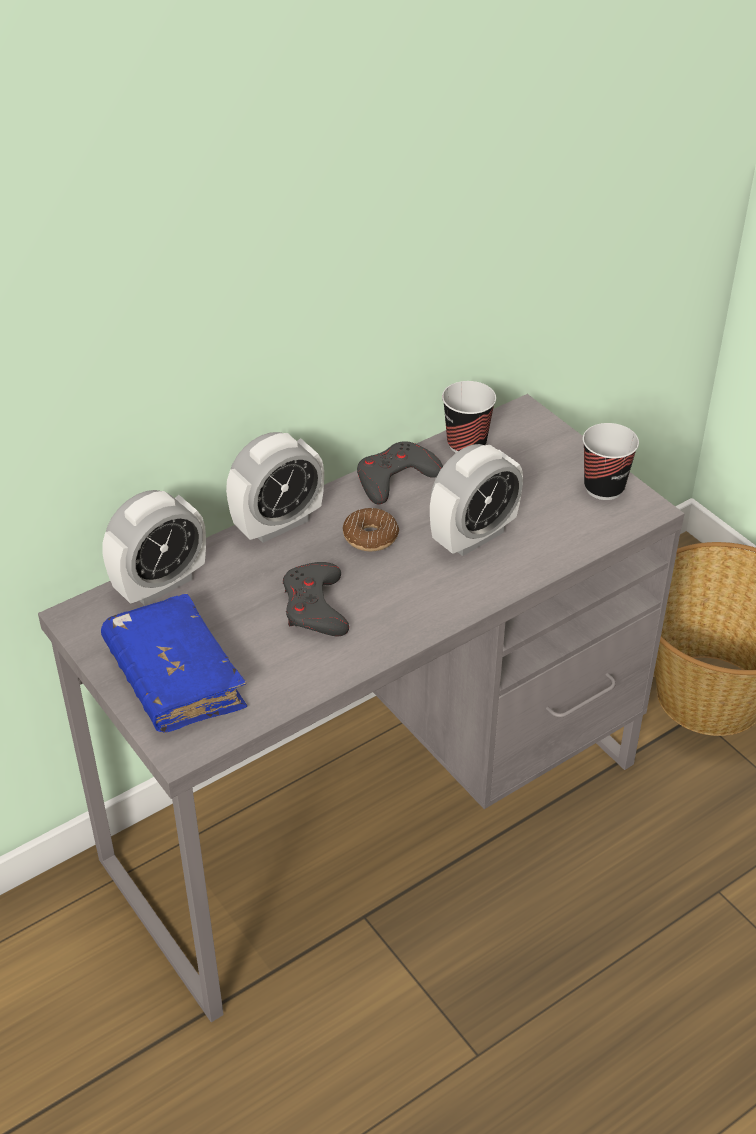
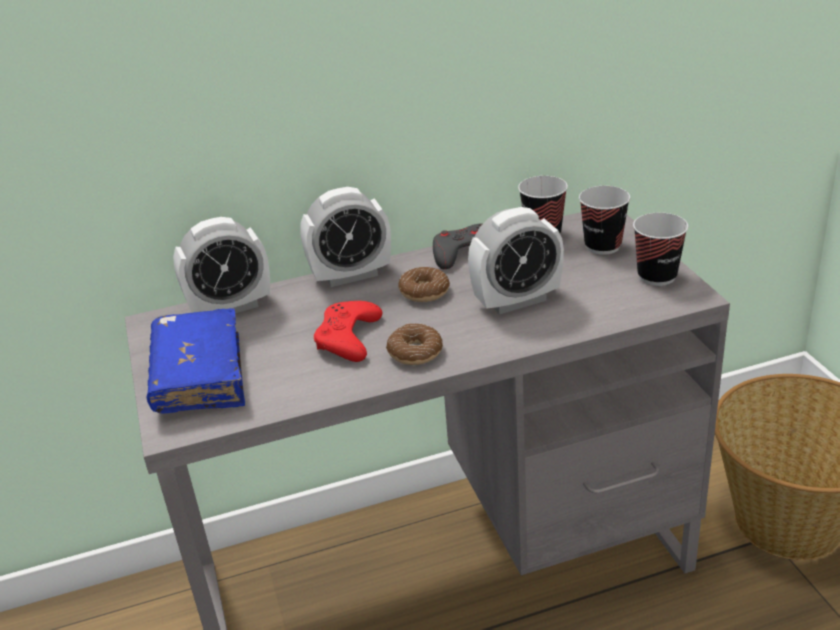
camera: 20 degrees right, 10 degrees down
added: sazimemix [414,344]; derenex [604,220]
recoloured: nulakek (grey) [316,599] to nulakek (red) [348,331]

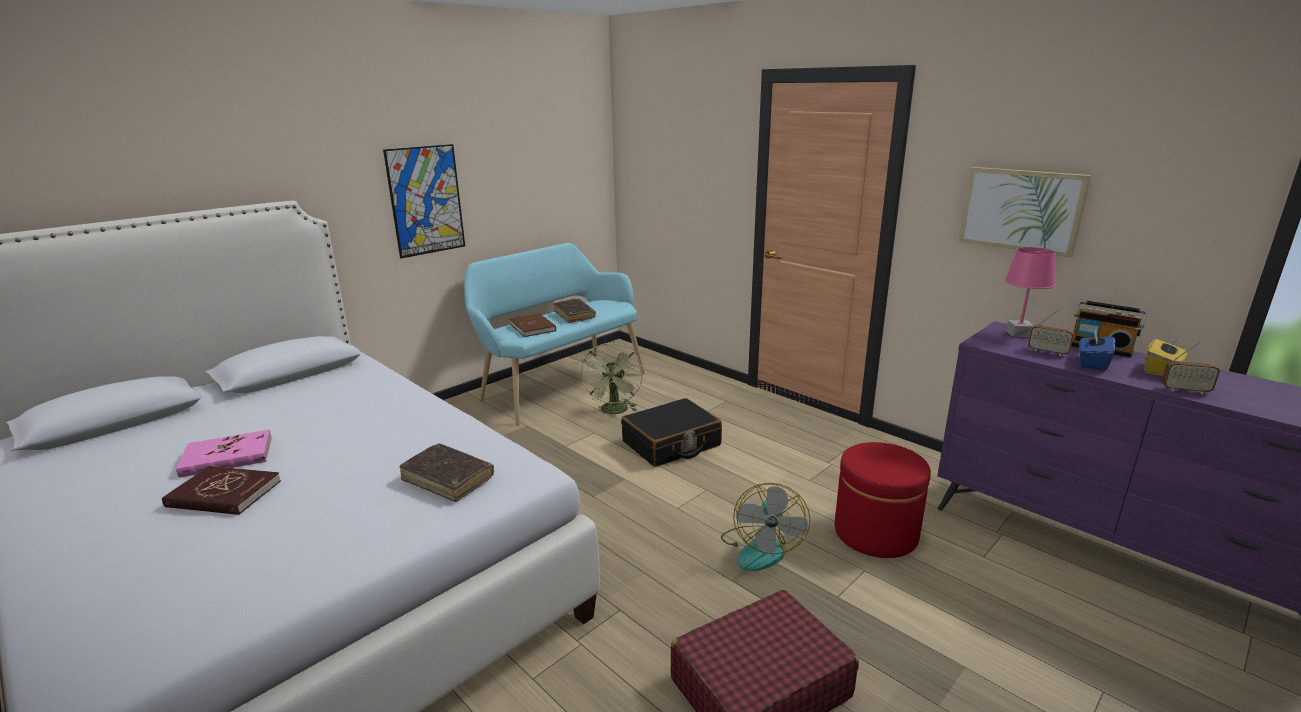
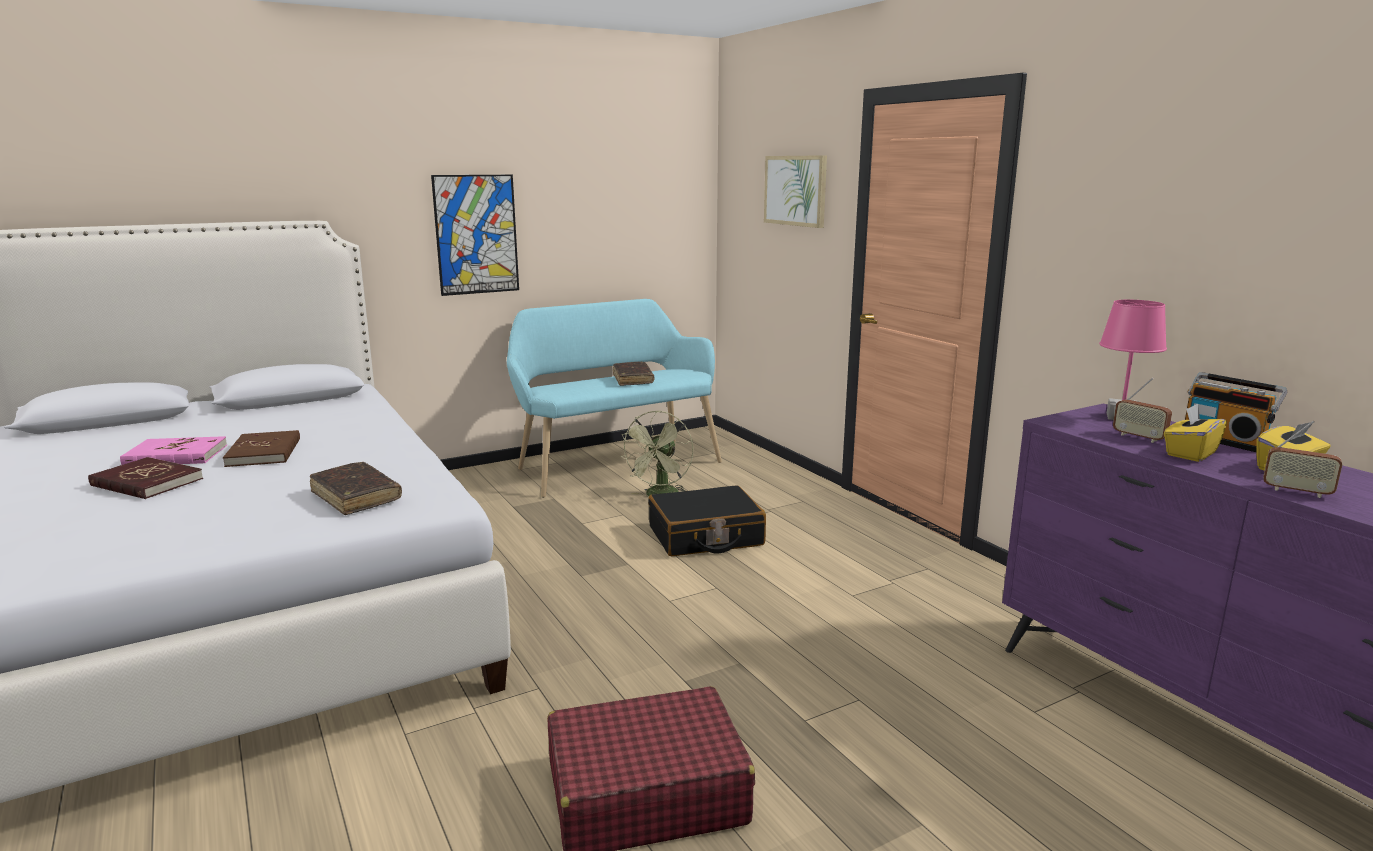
camera: 15 degrees right, 5 degrees down
removed: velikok [765,527]; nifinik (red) [883,500]
moved: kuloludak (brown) [532,325] to [261,448]; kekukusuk [1025,212] to [795,191]
recoloured: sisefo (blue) [1097,350] to sisefo (yellow) [1195,433]

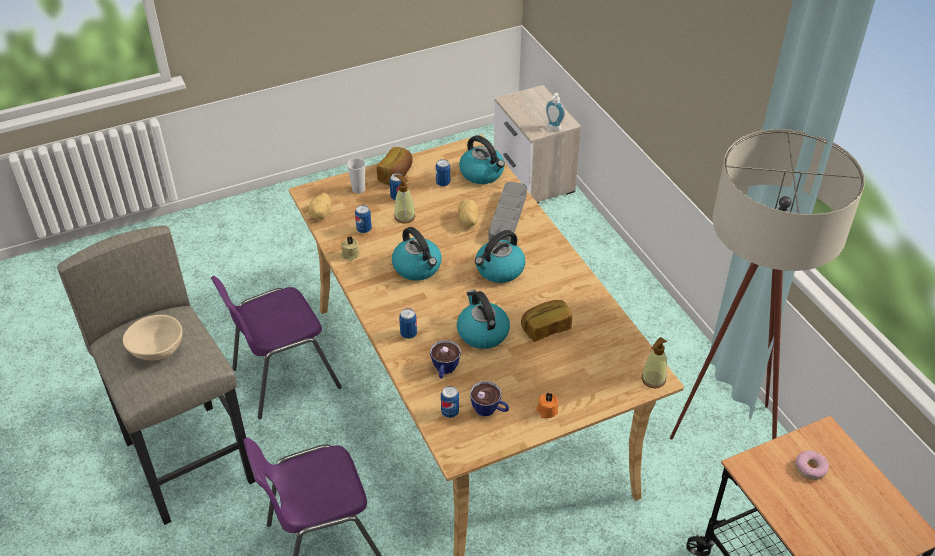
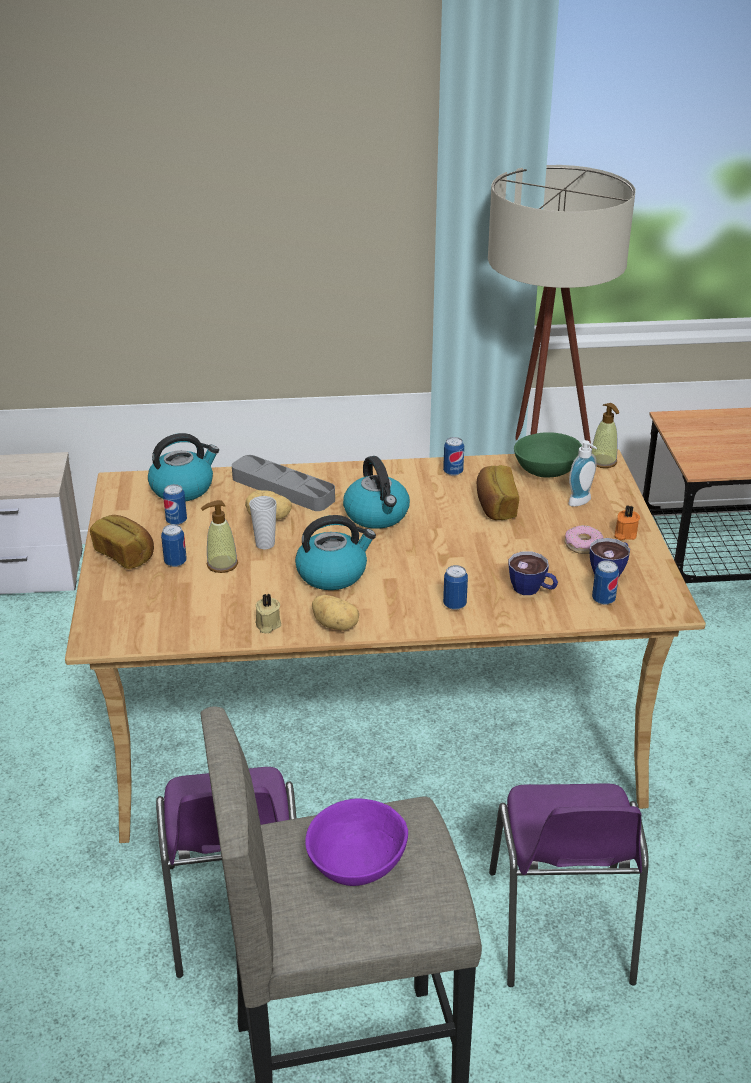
camera: 70 degrees left, 10 degrees down
removed: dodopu [483,319]
added: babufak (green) [548,455]
moved: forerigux [319,206] to [335,612]; derenex [356,176] to [263,522]; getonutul [363,219] to [453,456]; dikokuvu [555,112] to [583,473]; sazimemix [812,465] to [583,539]
recoloured: babufak (beige) [153,338] to babufak (purple) [356,842]

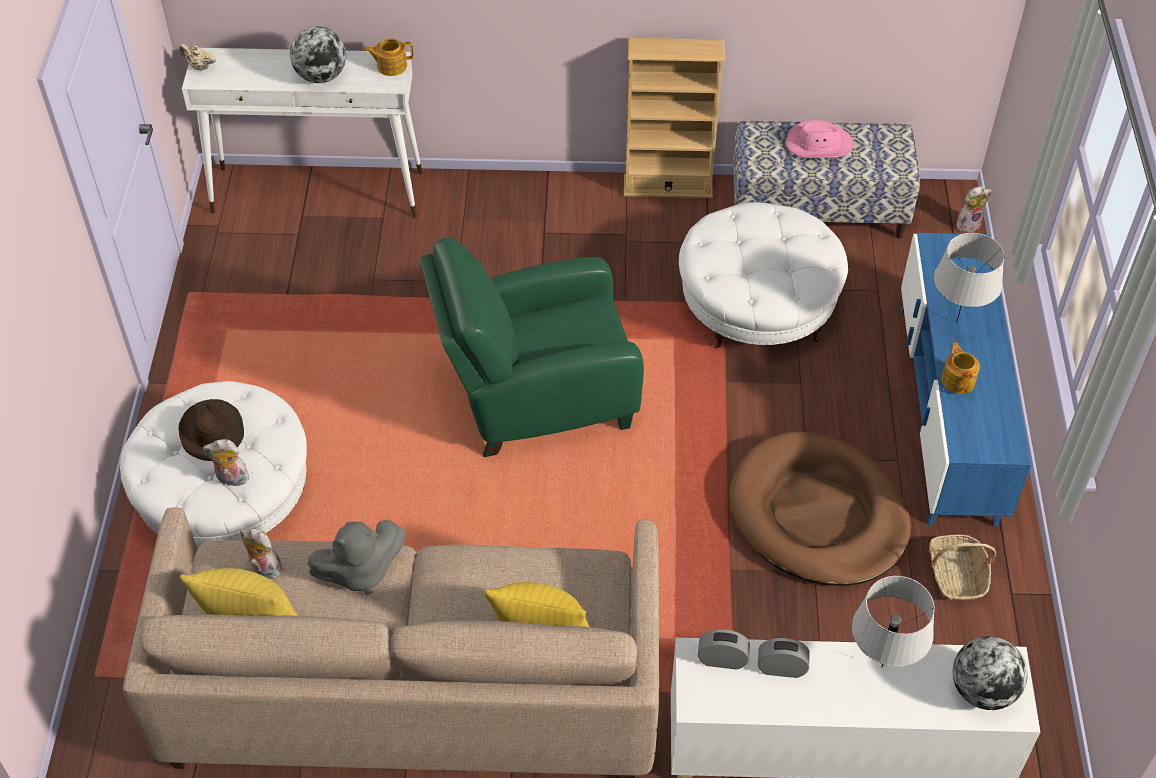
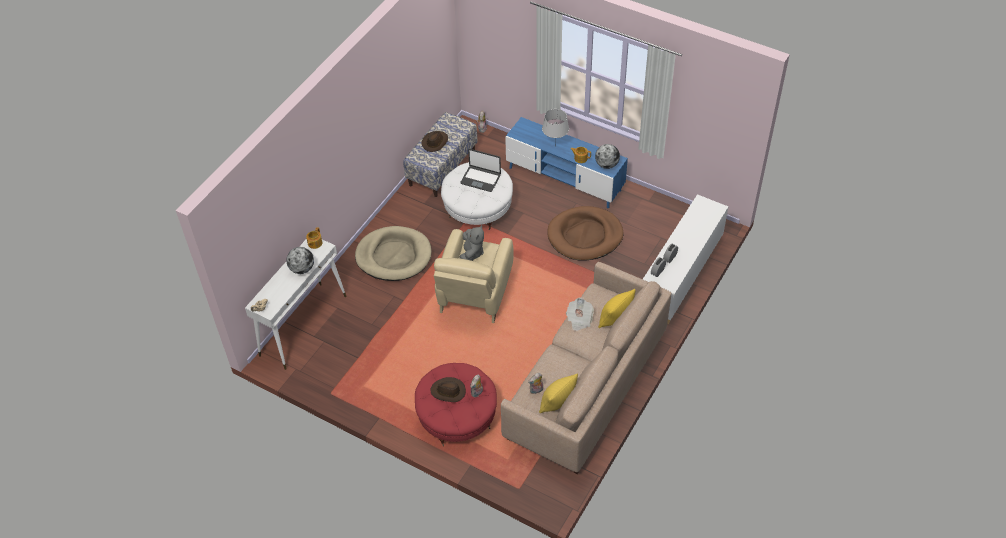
camera: 60 degrees left, 0 degrees up
removed: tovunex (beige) [674,118]; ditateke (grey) [893,621]; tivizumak [962,567]
added: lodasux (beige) [393,253]; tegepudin [480,170]; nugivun [580,314]
moved: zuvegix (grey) [356,557] to [471,243]; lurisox [990,673] to [607,156]
recoloured: nifinik (white) [213,465] to nifinik (red) [456,404]; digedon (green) [532,347] to digedon (beige) [474,276]; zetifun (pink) [820,139] to zetifun (brown) [434,141]

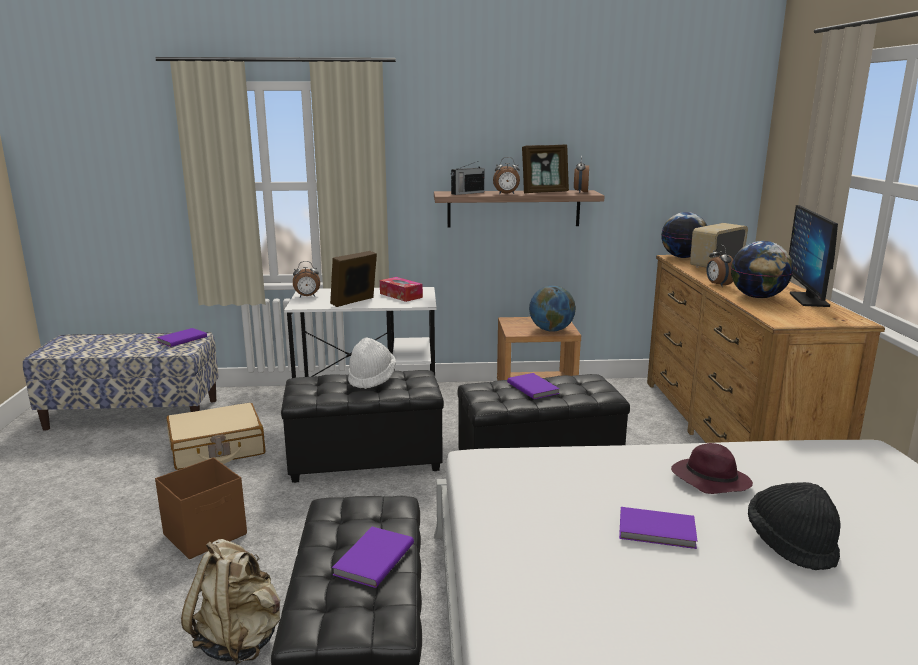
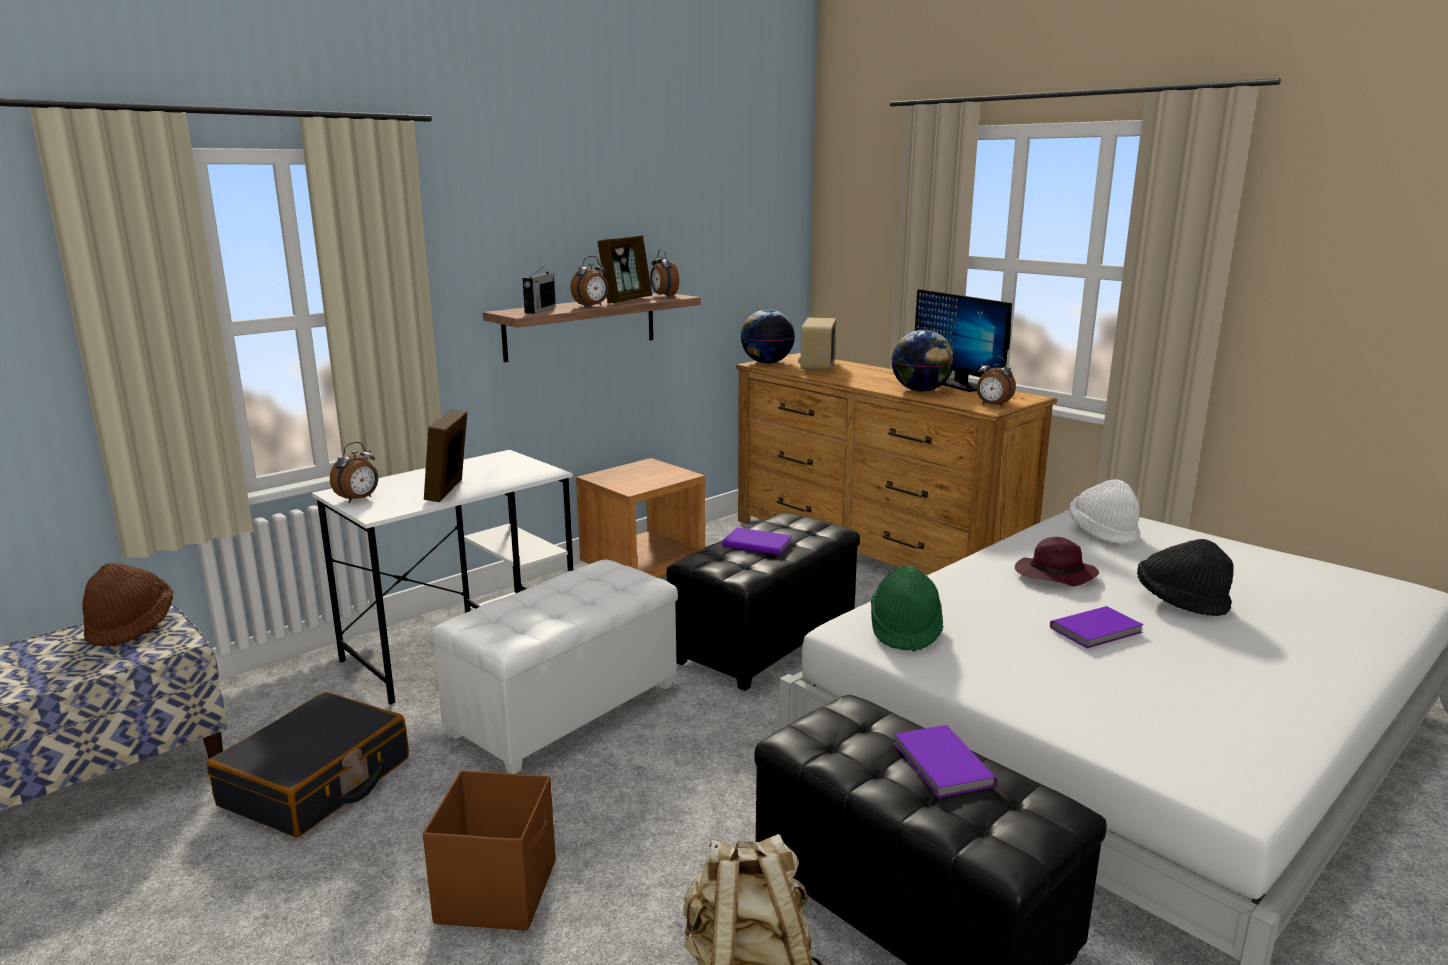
camera: 40 degrees left, 0 degrees up
removed: sisefo [401,289]; lurisox [552,308]
added: zetifun (green) [907,608]
moved: zetifun (white) [372,363] to [1105,512]; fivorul [720,266] to [996,381]
replaced: kuloludak (purple) [181,337] to zetifun (brown) [127,605]
recoloured: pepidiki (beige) [216,436] to pepidiki (black) [308,765]; nifinik (black) [362,426] to nifinik (white) [554,666]

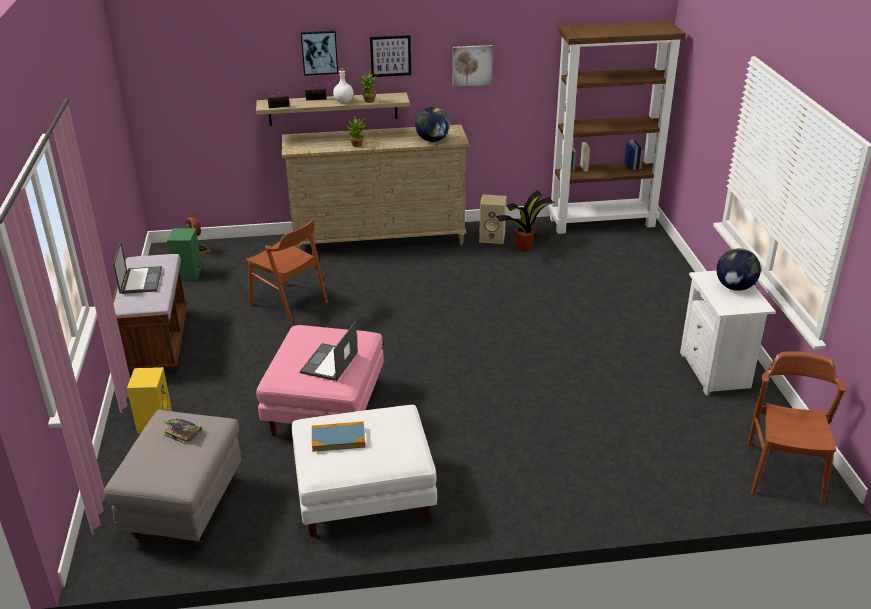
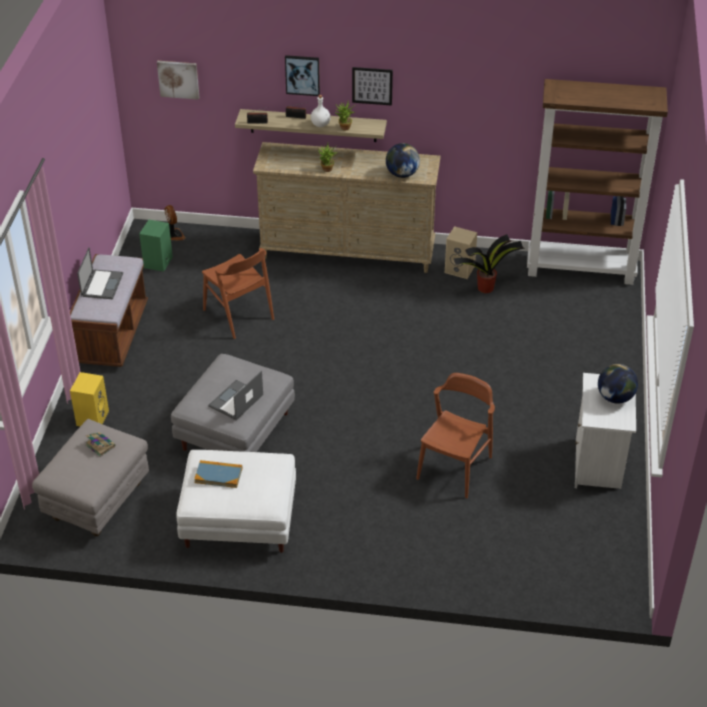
camera: 15 degrees right, 10 degrees up
moved: kekukusuk [473,66] to [178,80]; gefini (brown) [797,428] to [455,435]
recoloured: nifinik (pink) [320,380] to nifinik (grey) [233,403]

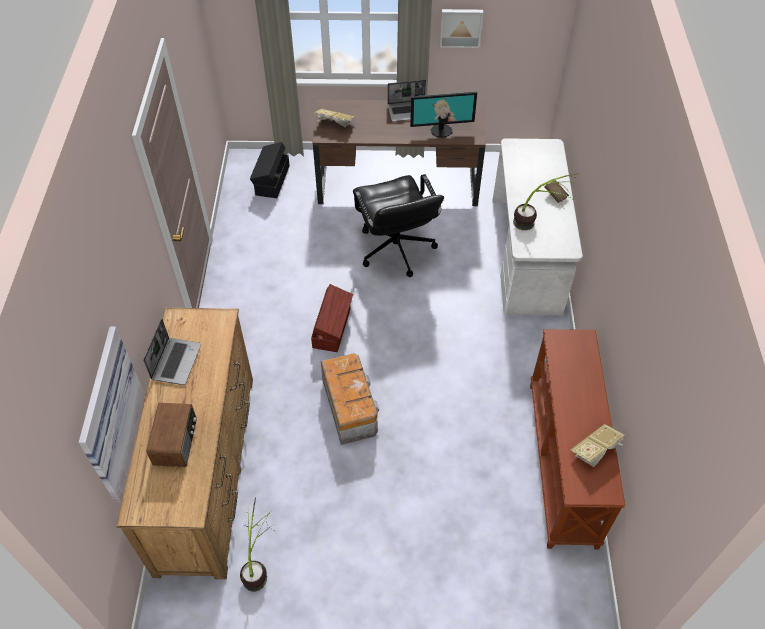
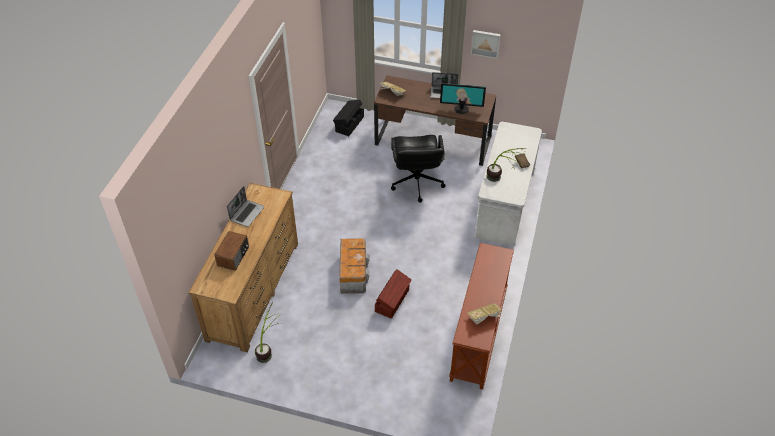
camera: 15 degrees right, 5 degrees down
removed: kekukusuk [112,414]
moved: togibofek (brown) [332,318] to [393,294]

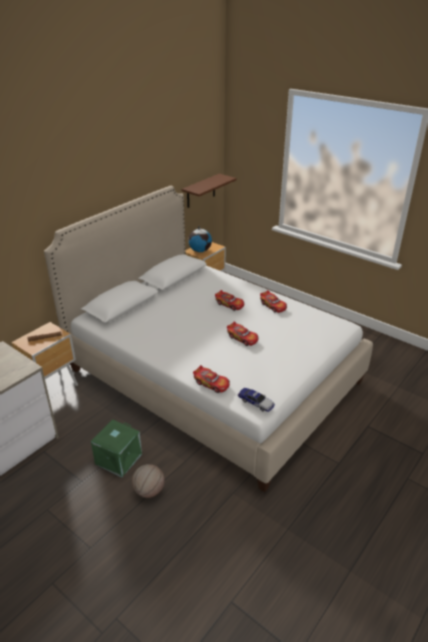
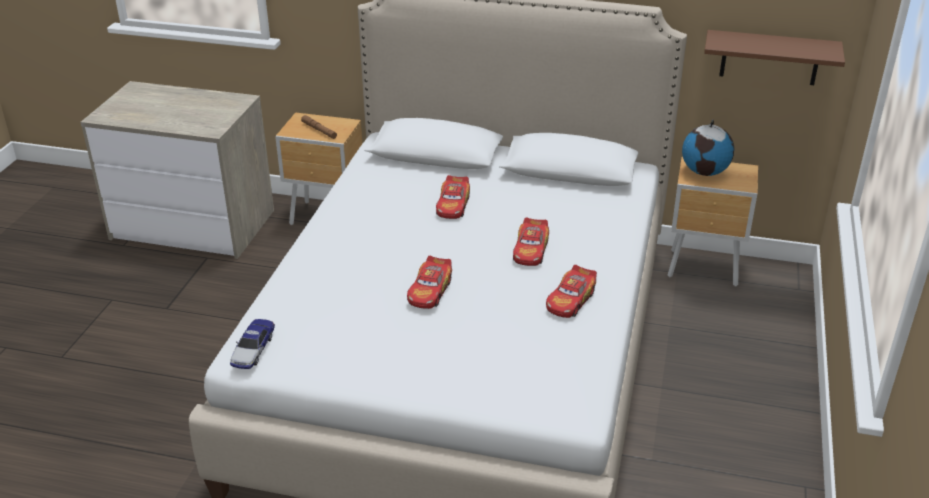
camera: 65 degrees right, 0 degrees up
removed: togibofek (green) [116,448]; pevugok [148,481]
moved: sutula [211,379] to [453,197]

